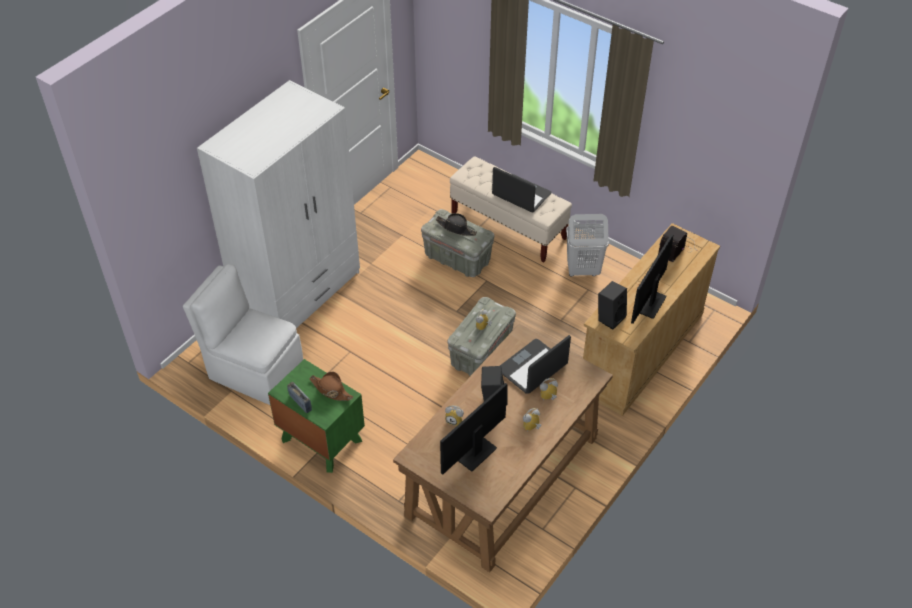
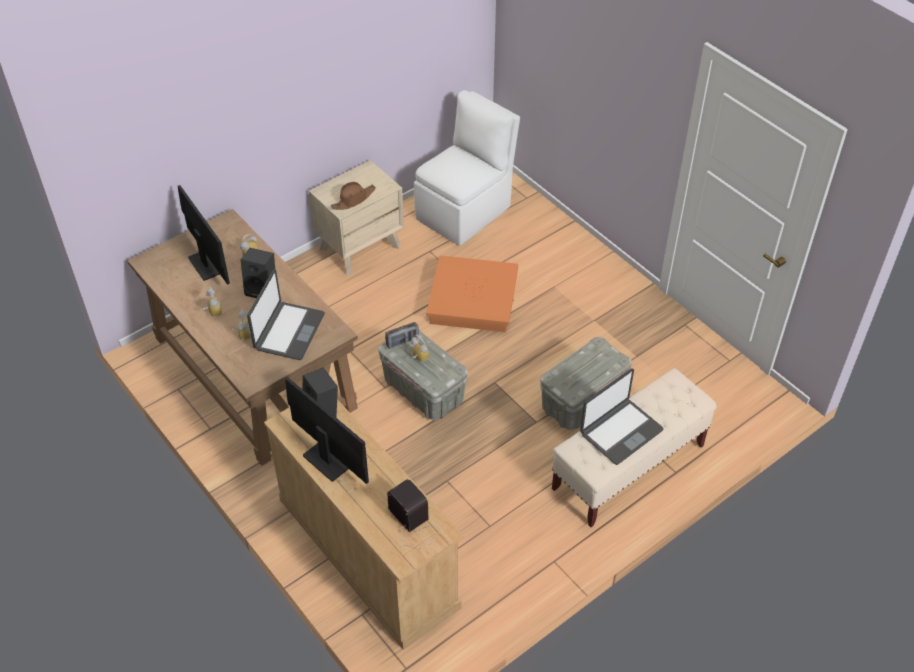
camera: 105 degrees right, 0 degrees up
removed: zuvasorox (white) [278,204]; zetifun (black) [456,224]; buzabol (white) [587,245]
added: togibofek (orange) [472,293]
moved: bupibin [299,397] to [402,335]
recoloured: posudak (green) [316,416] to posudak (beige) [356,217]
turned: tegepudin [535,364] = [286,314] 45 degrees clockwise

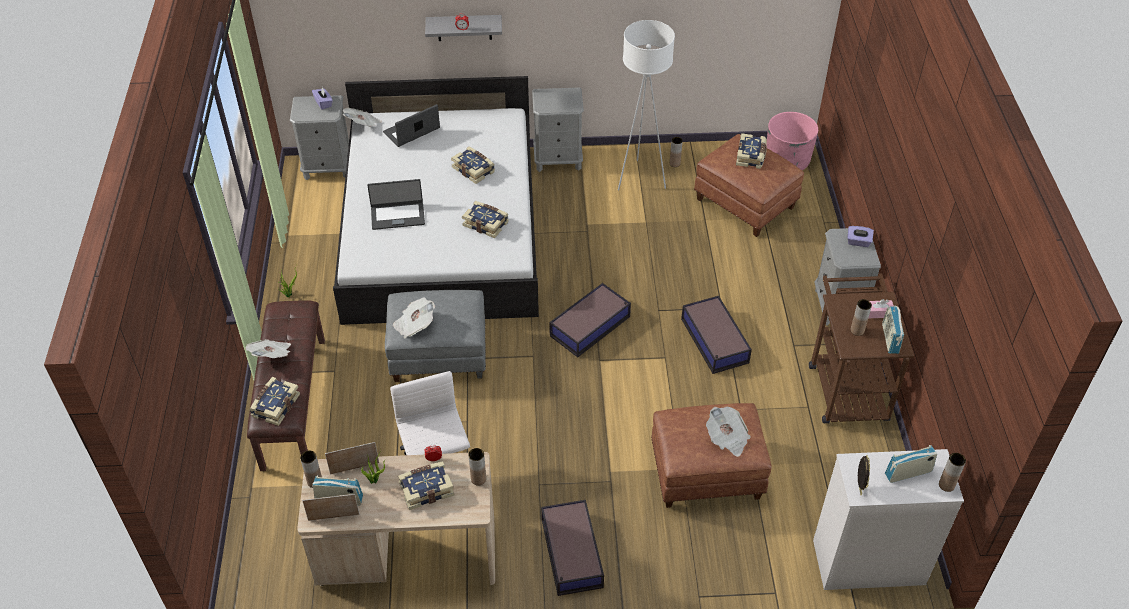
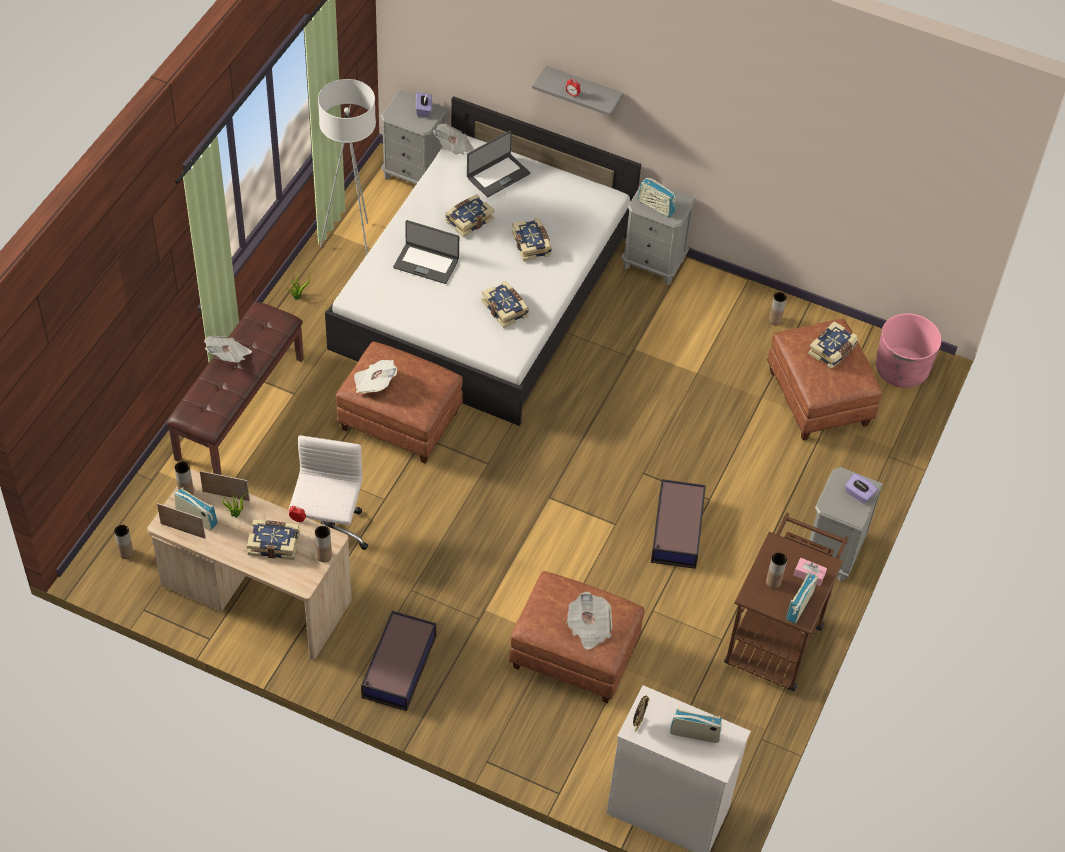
camera: 25 degrees right, 5 degrees up
removed: togibofek [590,320]
added: bupibin [657,197]
moved: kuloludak [274,401] to [470,216]; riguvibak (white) [646,105] to [347,167]; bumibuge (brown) [952,472] to [124,542]
recoloured: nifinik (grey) [435,336] to nifinik (brown) [399,403]
turned: tegepudin [411,125] = [498,164] 150 degrees clockwise

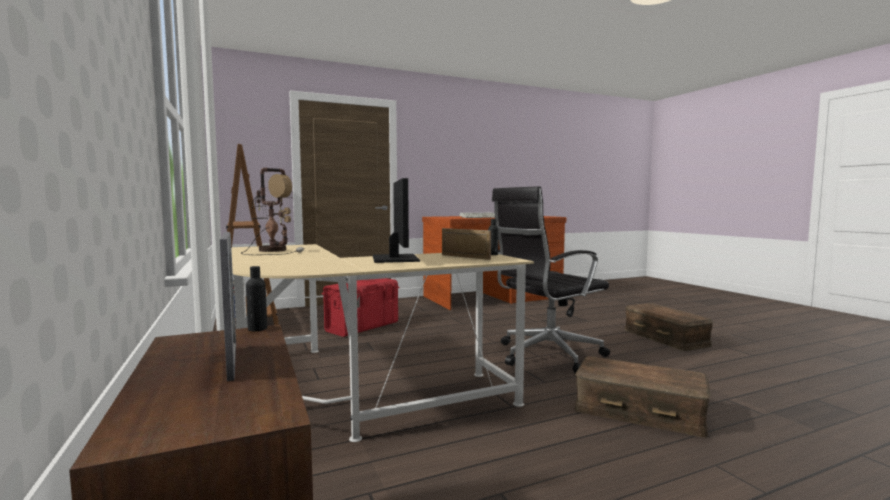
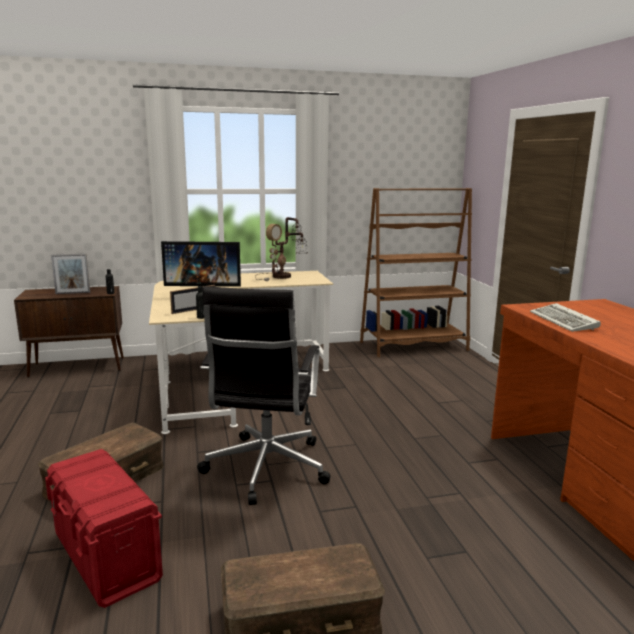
camera: 100 degrees right, 10 degrees up
moved: togibofek (red) [361,307] to [104,528]
turned: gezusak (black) [551,279] = [264,395] 150 degrees counterclockwise

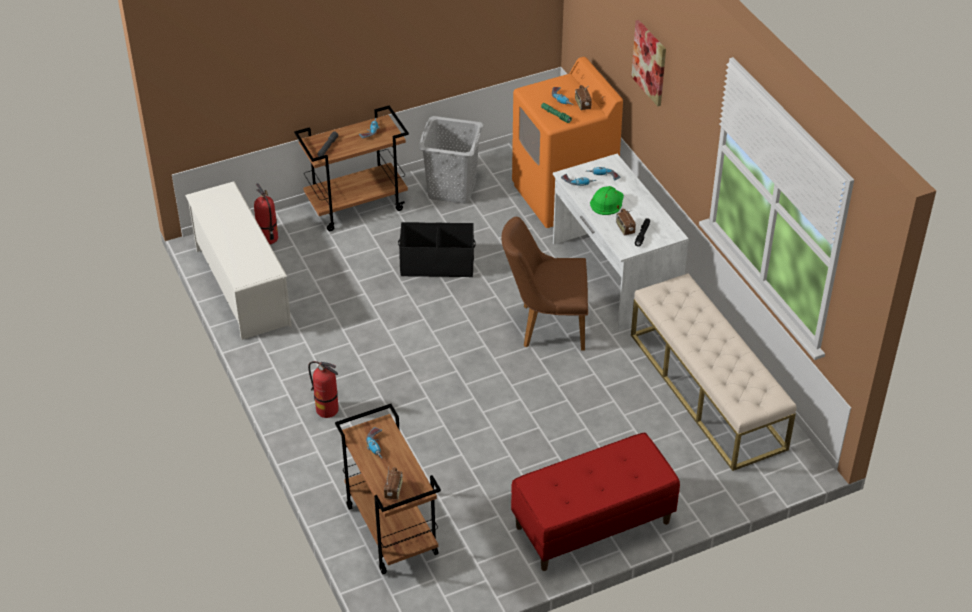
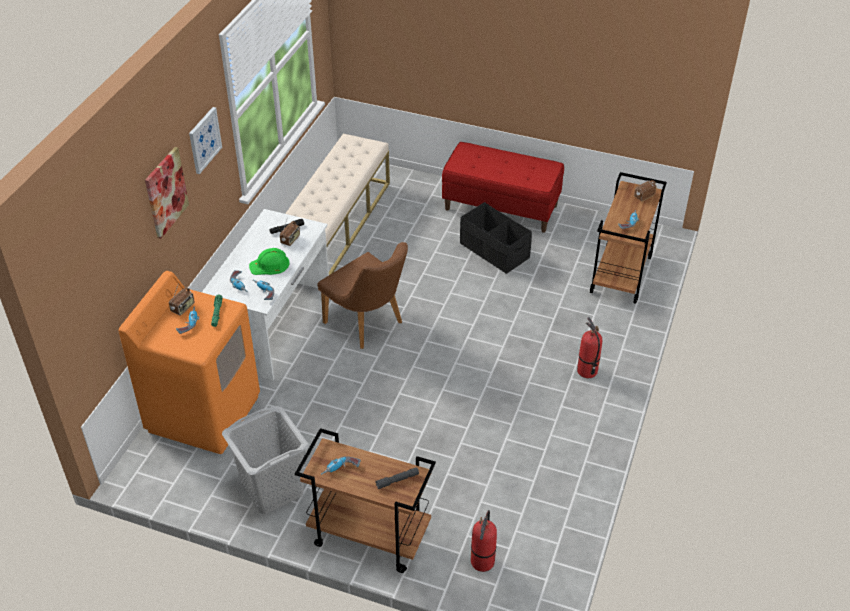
camera: 135 degrees left, 0 degrees up
removed: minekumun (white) [238,260]
added: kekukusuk [205,140]
moved: togibofek (black) [437,249] to [496,238]

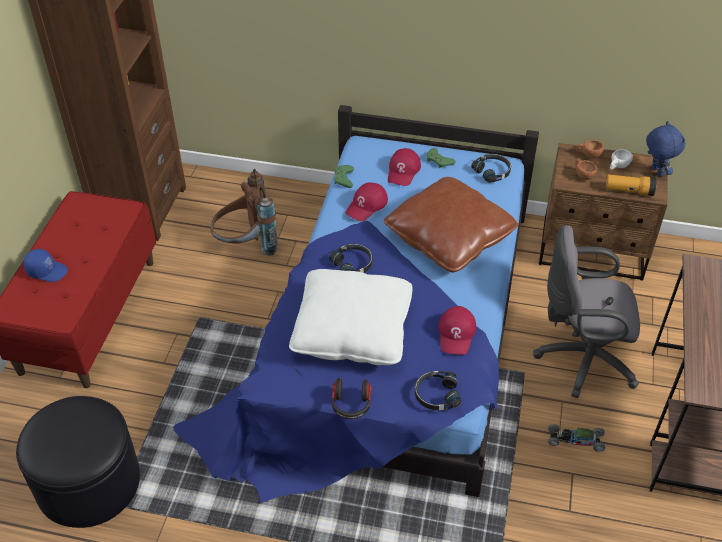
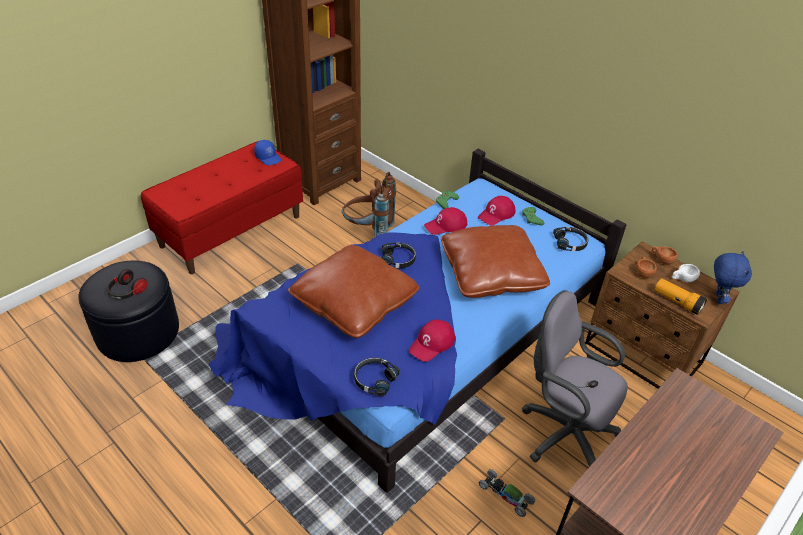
camera: 30 degrees right, 5 degrees down
moved: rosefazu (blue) [46,265] to [267,152]; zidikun [352,398] to [127,284]
recoloured: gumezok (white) [350,317] to gumezok (brown) [354,291]

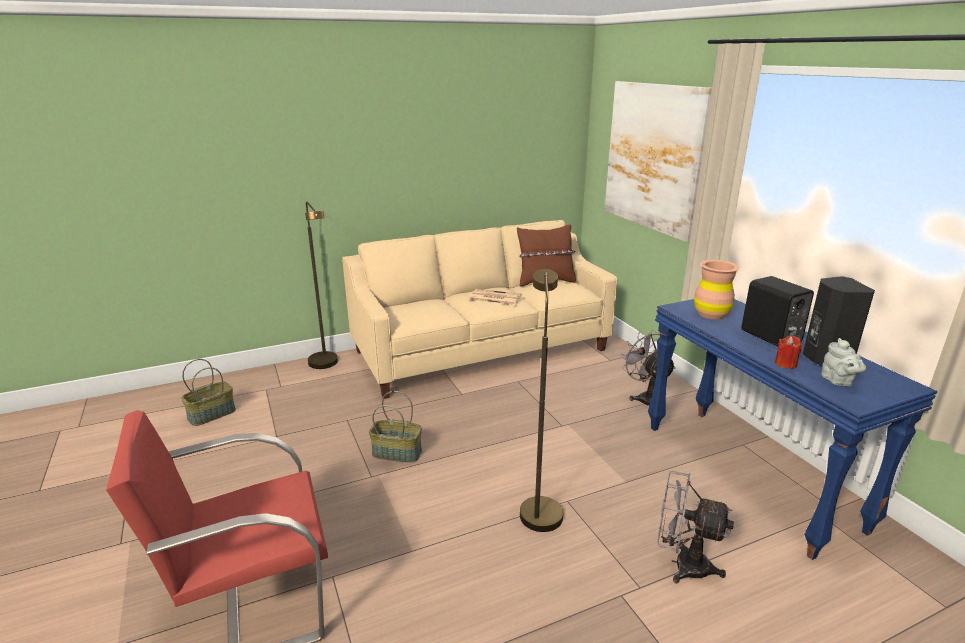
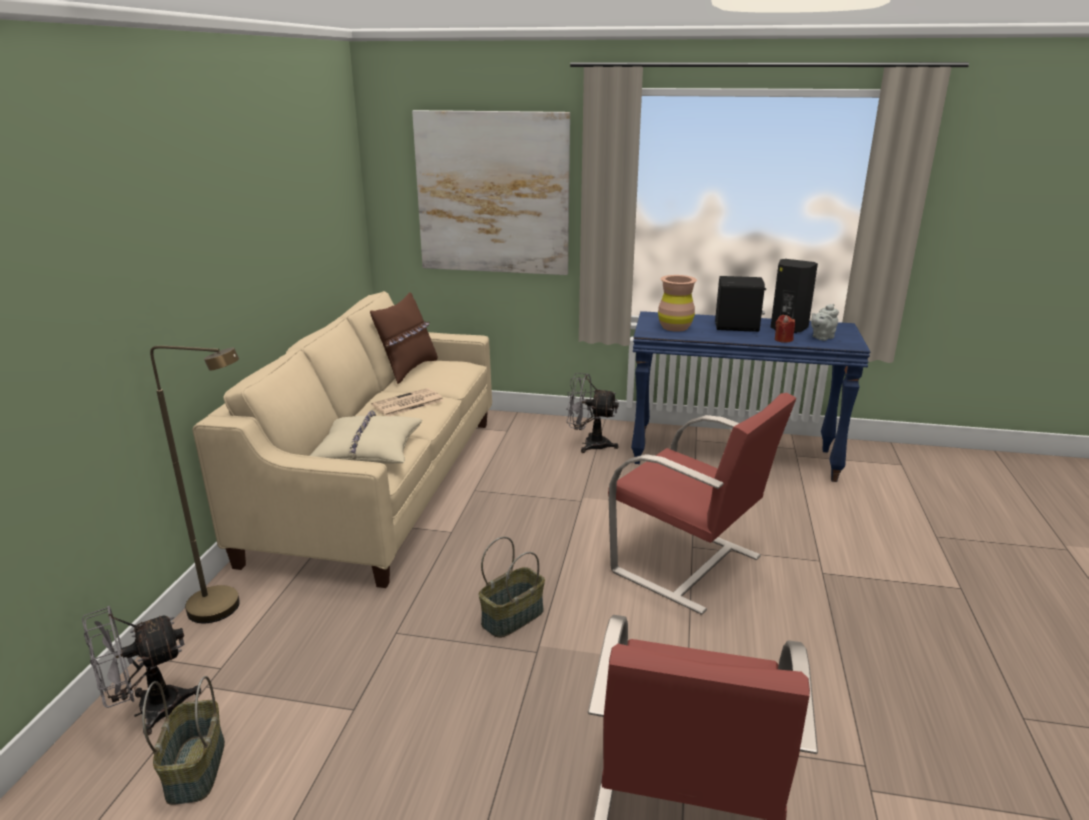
camera: 55 degrees left, 0 degrees up
added: gumezok (beige) [366,437]
moved: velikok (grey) [695,527] to [141,670]
replaced: riguvibak (brown) [541,400] to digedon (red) [702,504]
turned: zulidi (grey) [843,362] = [825,322] 120 degrees clockwise

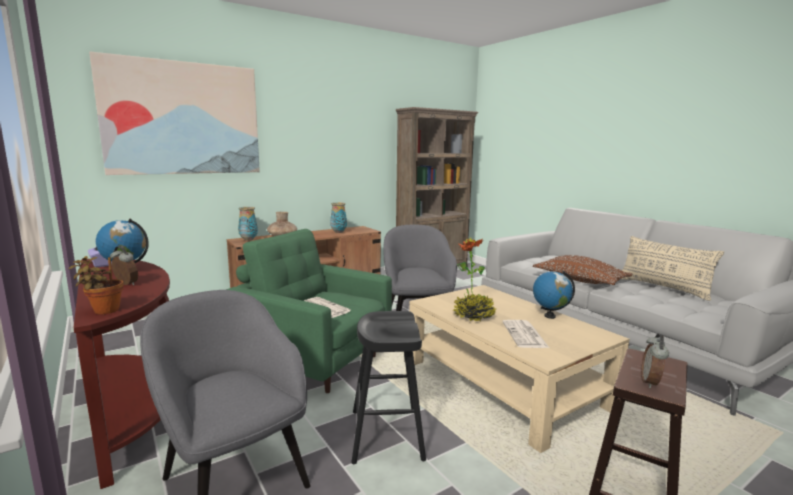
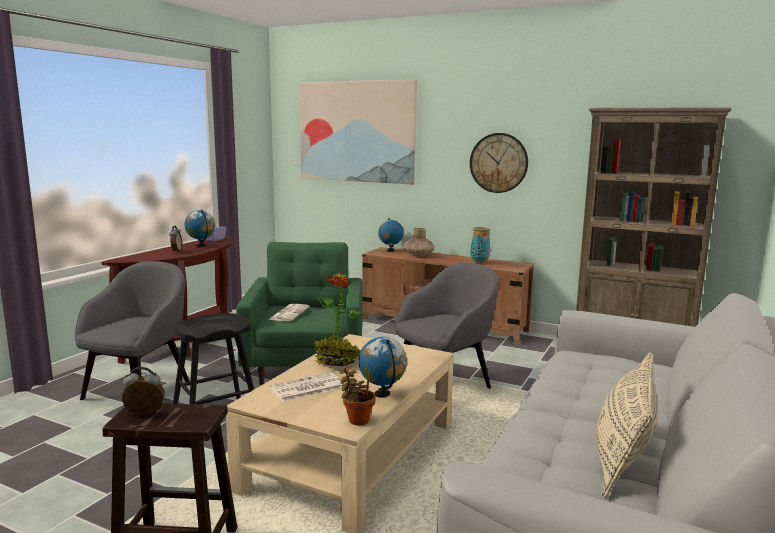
camera: 60 degrees right, 0 degrees up
removed: gumezok (brown) [583,270]
added: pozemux [499,163]
moved: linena [96,285] to [357,396]
replaced: bumibuge [248,224] to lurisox [391,235]

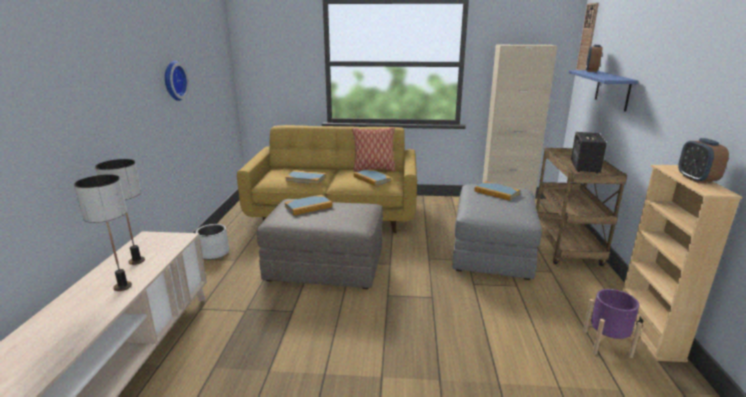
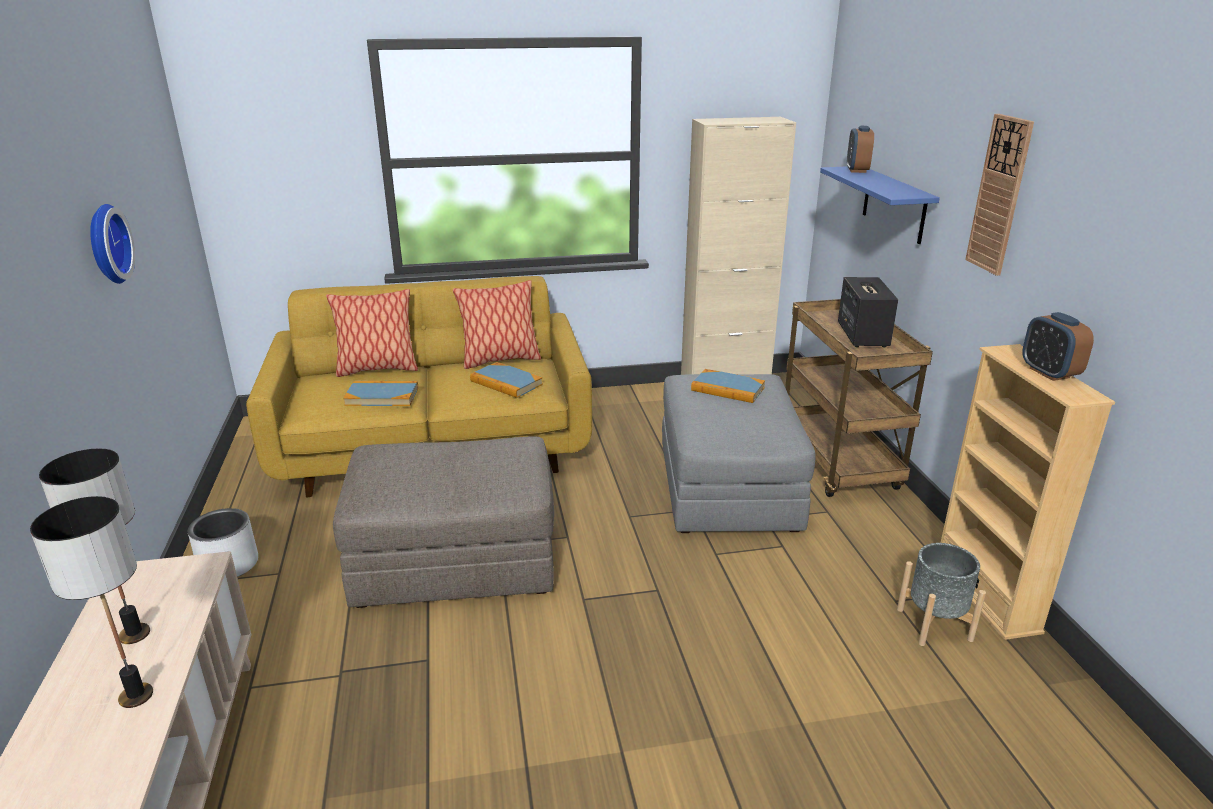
camera: 15 degrees left, 5 degrees up
removed: kuloludak [308,205]
added: gumezok [372,333]
moved: pozemux [587,36] to [999,195]
recoloured: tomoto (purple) [612,323] to tomoto (grey) [941,594]

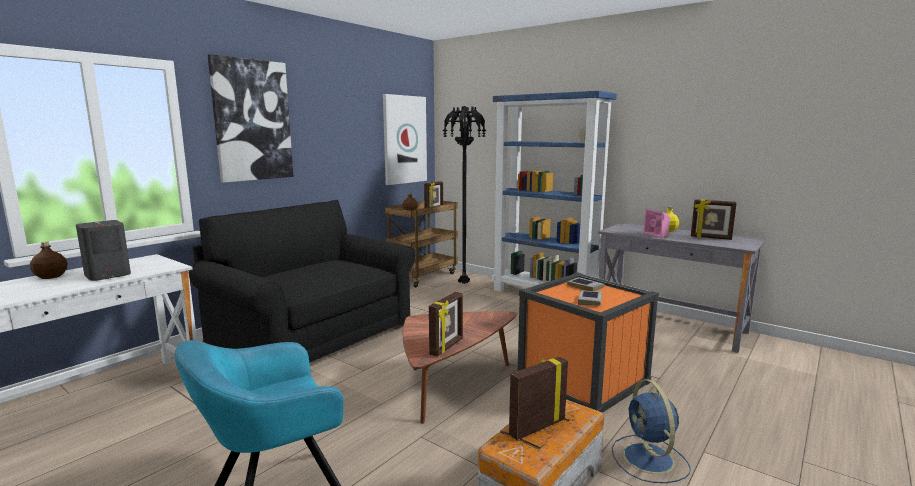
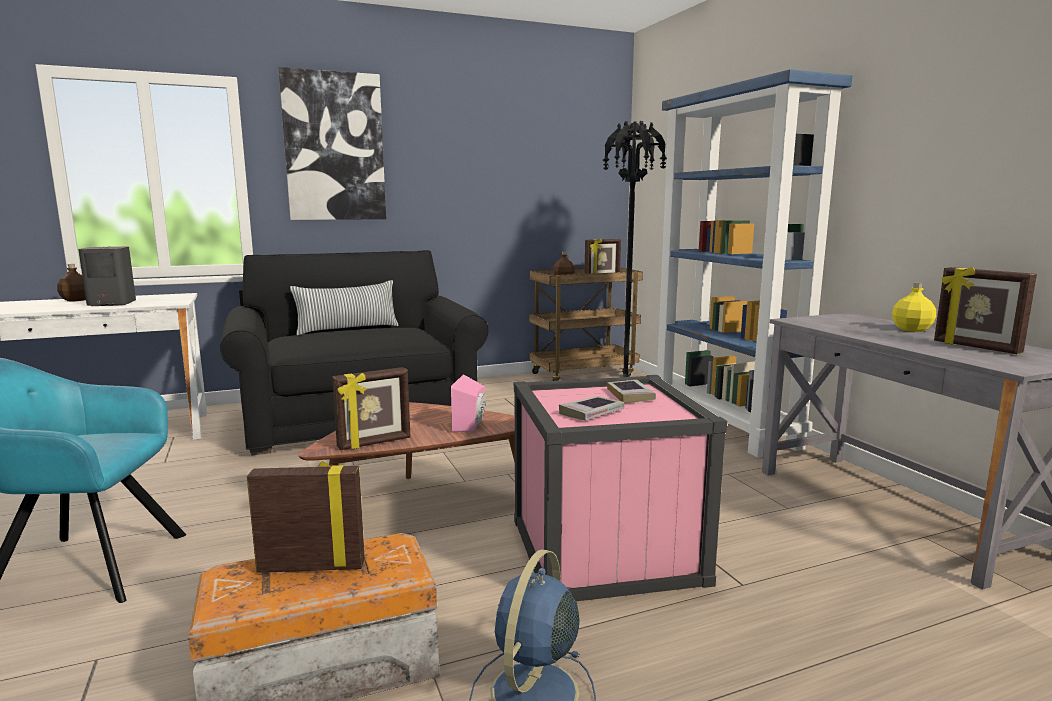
camera: 30 degrees right, 0 degrees up
removed: kekukusuk [405,139]
added: gumezok [344,307]
moved: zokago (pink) [657,223] to [468,403]
recoloured: togibofek (orange) [588,342] to togibofek (pink) [620,488]

